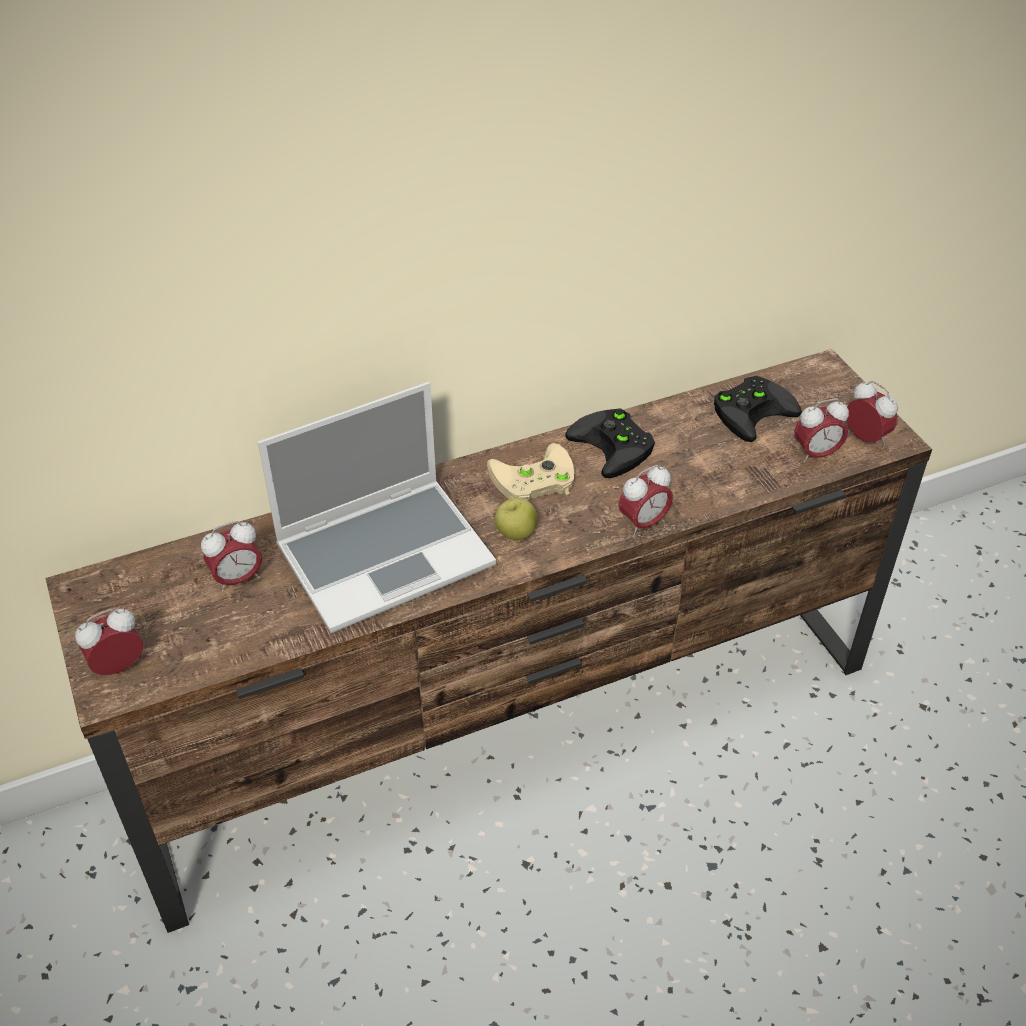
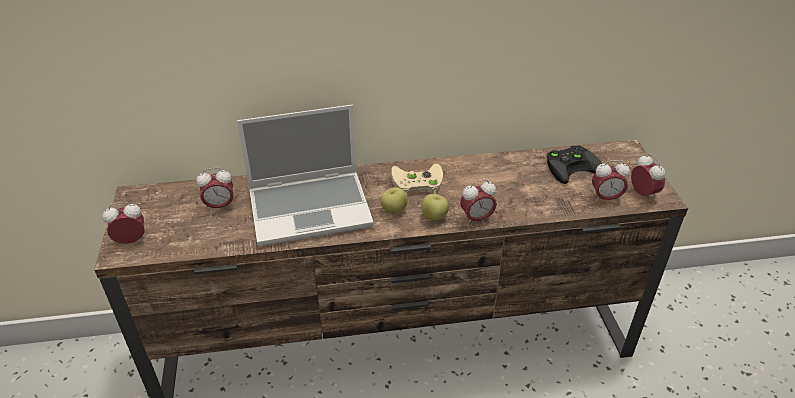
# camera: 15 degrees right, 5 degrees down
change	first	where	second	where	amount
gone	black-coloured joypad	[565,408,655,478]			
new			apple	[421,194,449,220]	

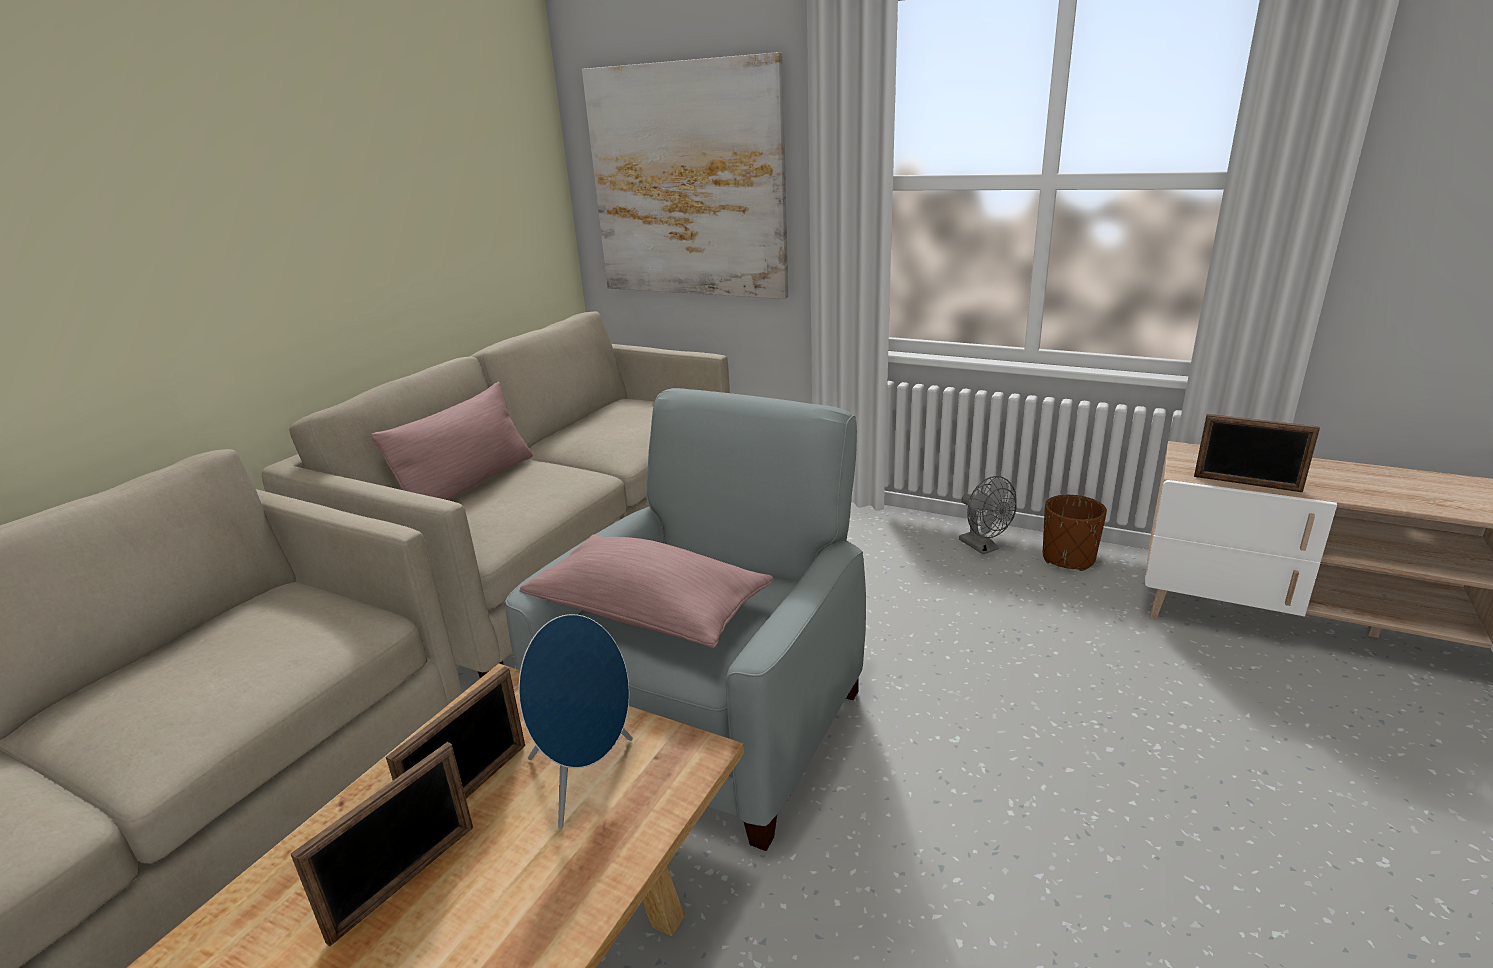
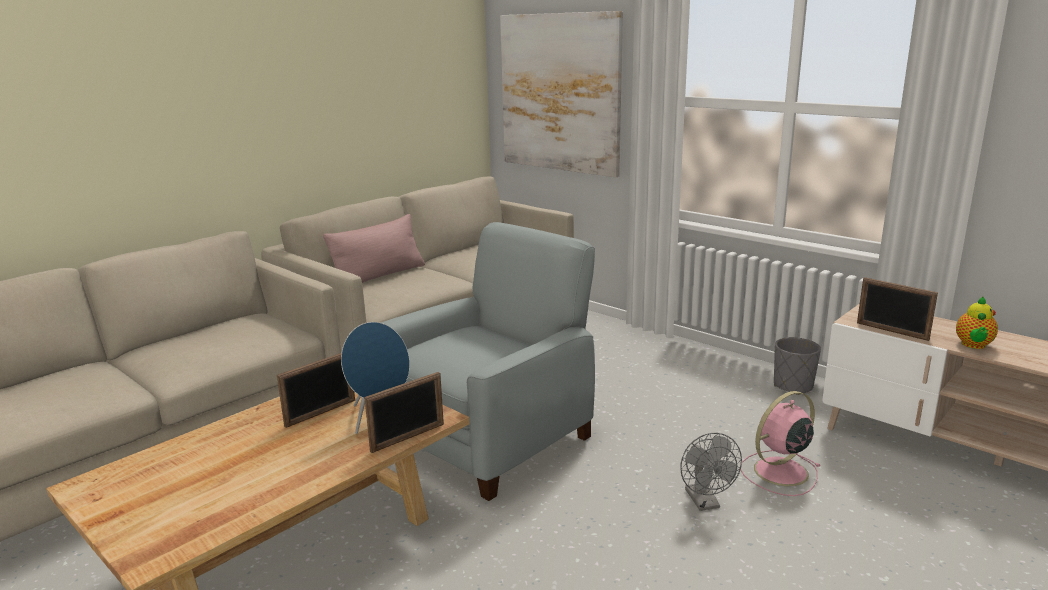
# camera: 15 degrees right, 5 degrees down
change	first	where	second	where	amount
shifted	greyish fan	[959,476,1017,554]		[680,433,742,511]	
repainted	brown-coloured plant pot	[1043,495,1107,571]	greyish plant pot	[774,337,821,395]	
gone	pink pillow	[520,534,773,648]			
shifted	standing frame	[291,742,473,947]		[364,372,444,453]	
new			tea pot	[956,297,998,349]	
new			pink fan	[741,391,821,496]	

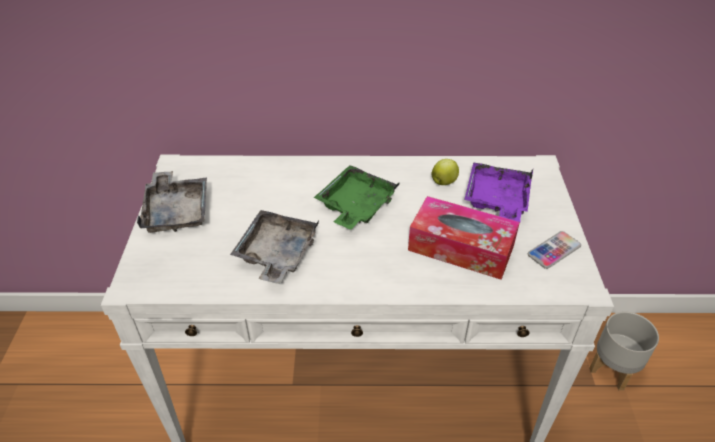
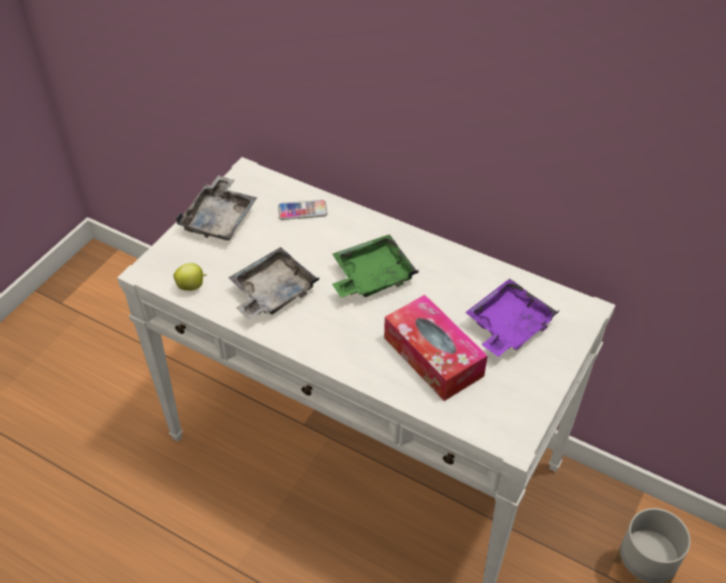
# camera: 30 degrees right, 5 degrees up
change	first	where	second	where	amount
shifted	apple	[432,159,459,185]		[173,263,207,291]	
shifted	telephone	[528,231,581,269]		[278,200,327,220]	

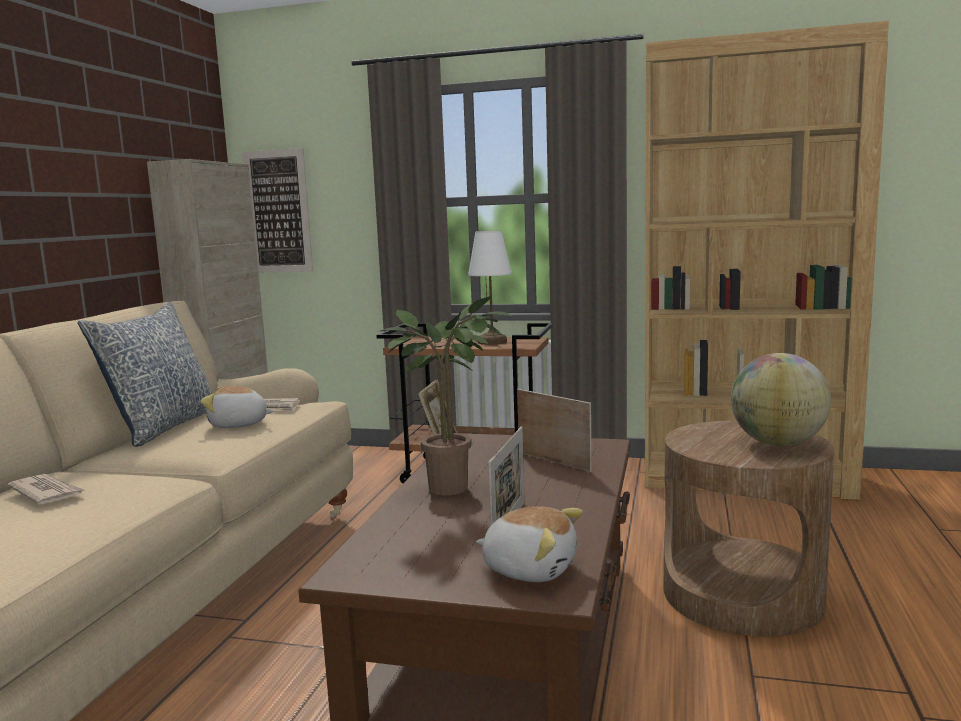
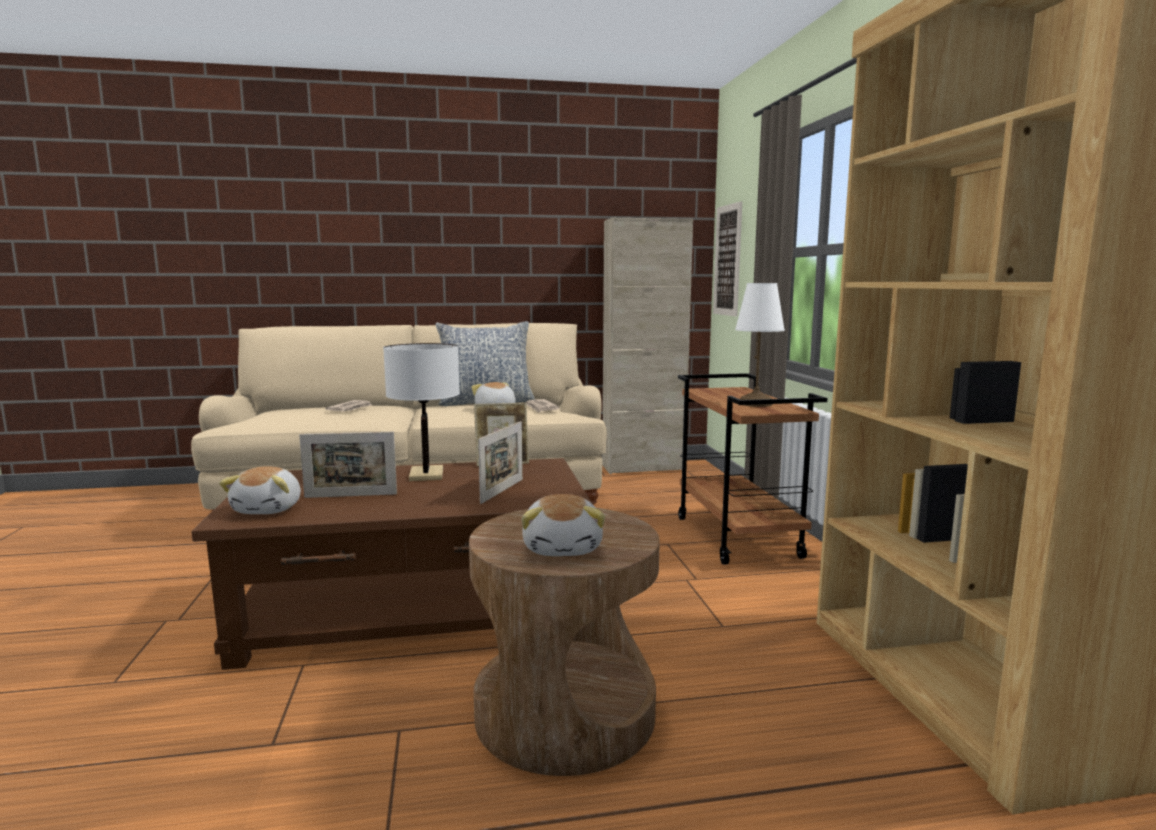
# camera: 65 degrees right, 0 degrees up
change	first	where	second	where	amount
swapped	houseplant	[380,296,512,495]	white tabletop lamp	[383,343,460,481]	
swapped	globe	[731,353,831,446]	cuddly toy	[521,494,605,556]	

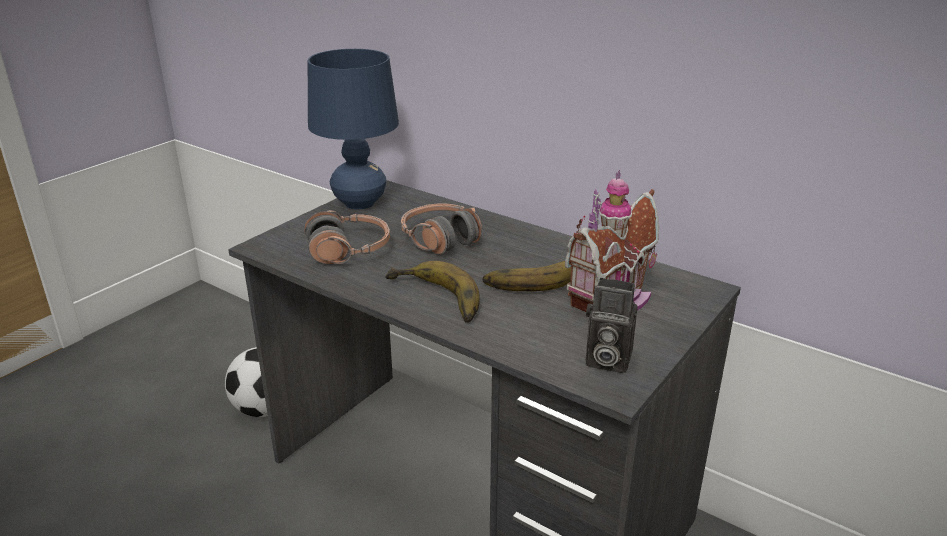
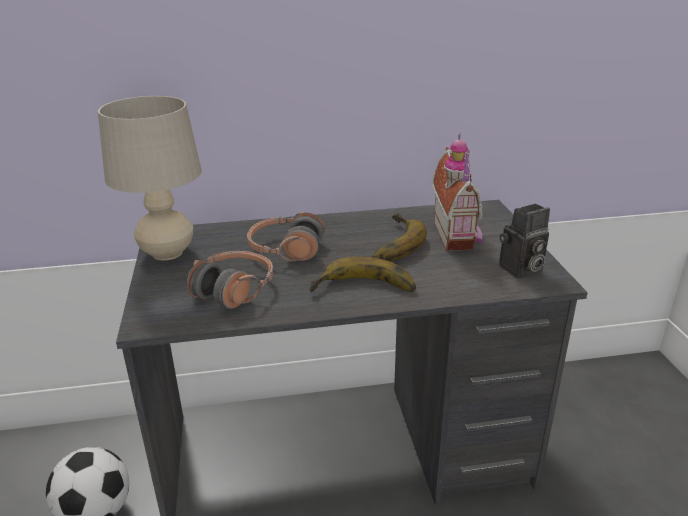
# camera: 45 degrees left, 0 degrees up
change	first	where	second	where	amount
repainted	bluish tabletop lamp	[308,49,399,209]	beige-coloured tabletop lamp	[98,96,202,260]	

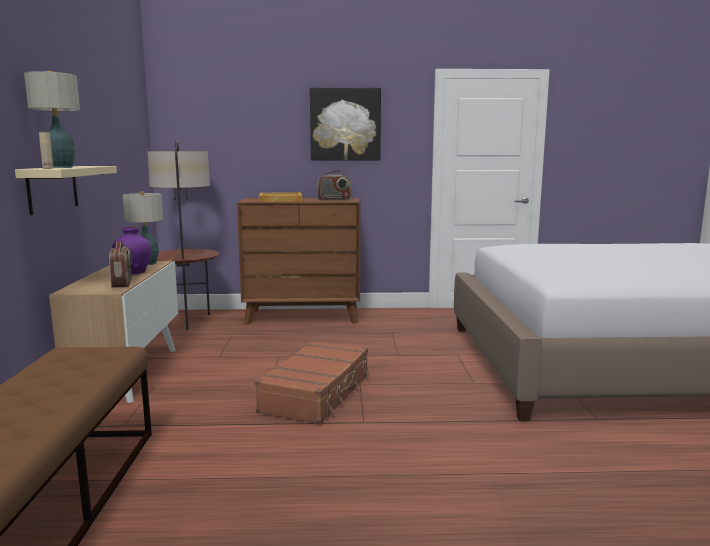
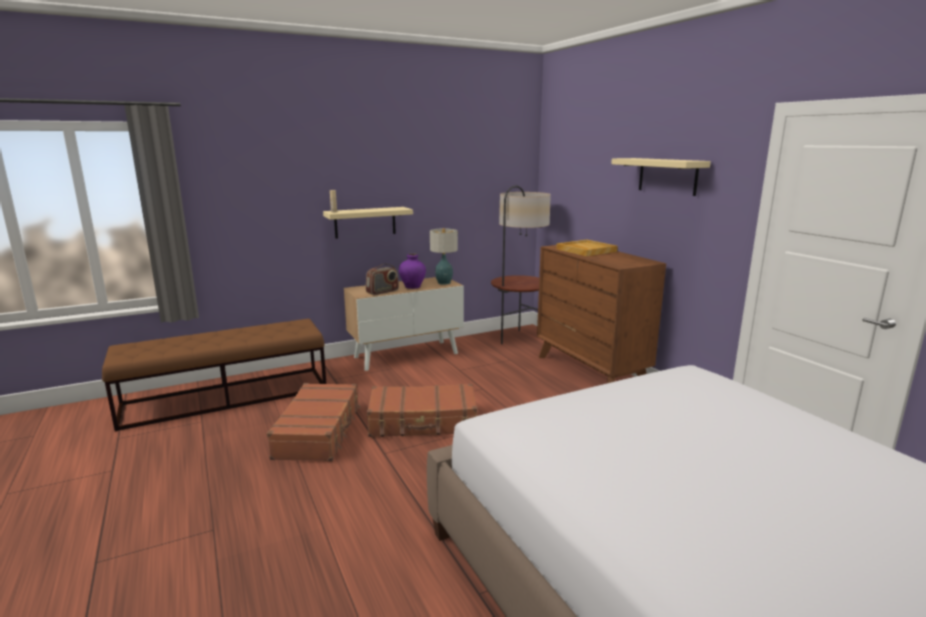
# camera: 65 degrees right, 5 degrees up
change	first	where	second	where	amount
gone	tabletop lamp	[24,71,80,168]			
swapped	wall picture	[310,88,381,161]	beige-coloured shelf	[611,158,711,196]	
gone	radio receiver	[317,170,352,201]			
new			brown-coloured suitcase	[267,383,361,461]	

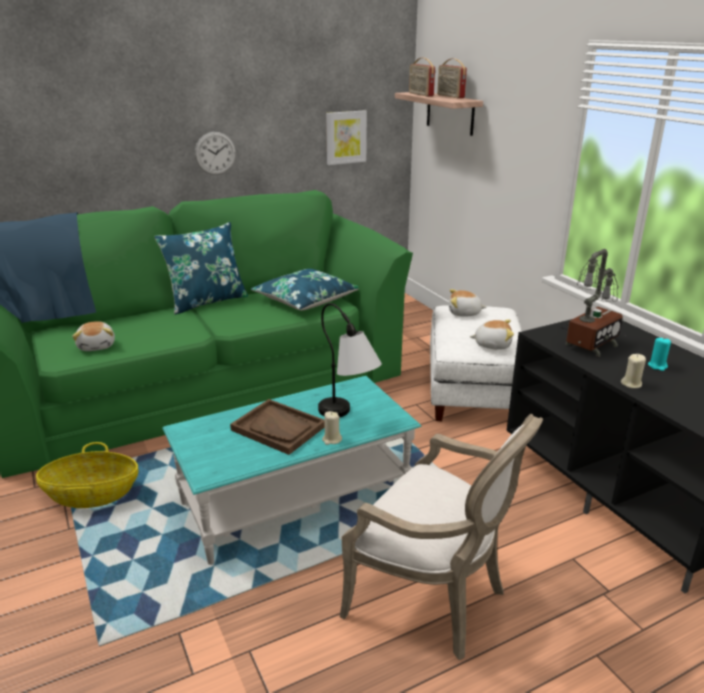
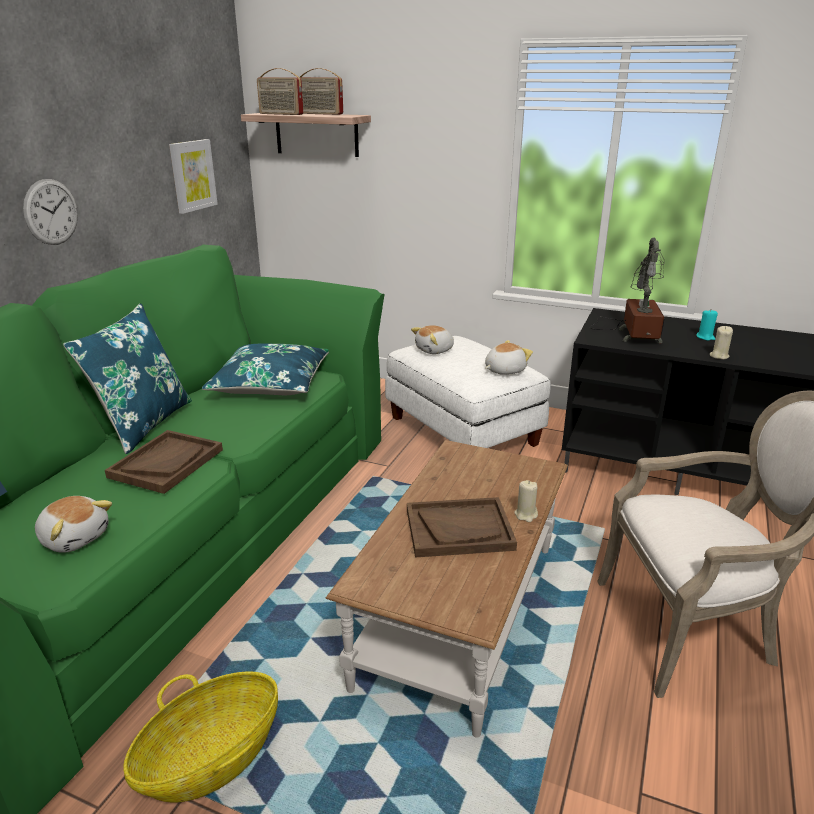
# camera: 40 degrees left, 0 degrees up
change	first	where	second	where	amount
gone	tabletop lamp	[318,303,382,417]			
repainted	turquoise coffee table	[162,376,422,565]	brown-coloured coffee table	[326,440,568,738]	
new			brown-coloured serving tray	[105,430,223,494]	

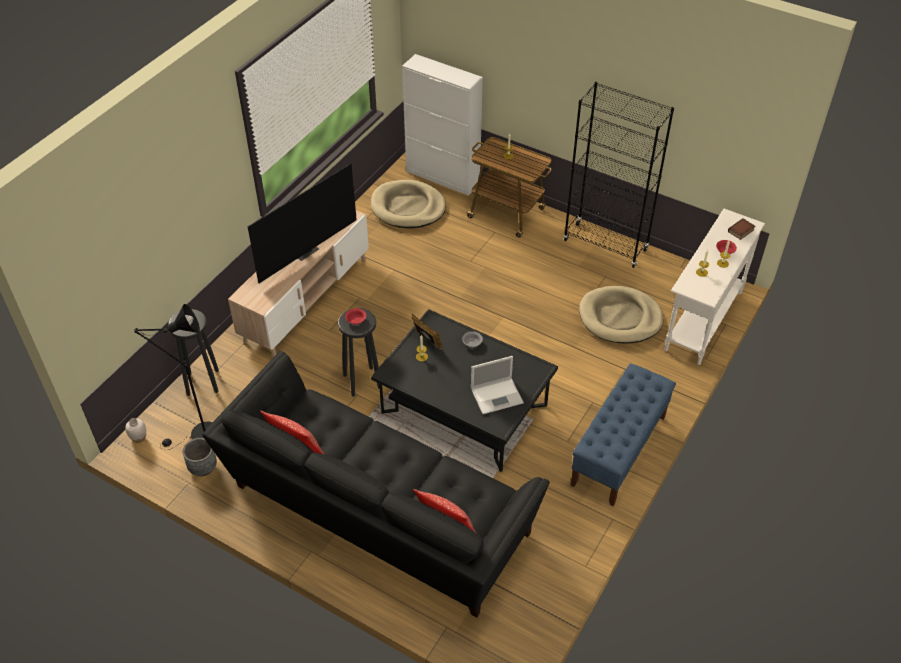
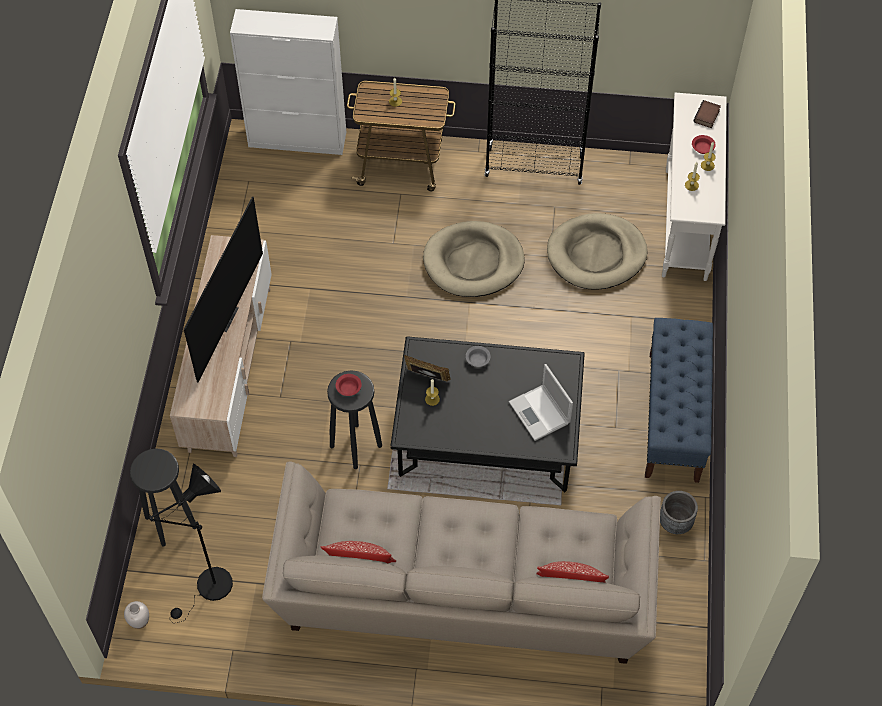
# camera: 25 degrees left, 10 degrees up
change	first	where	second	where	amount
shifted	beige-coloured dog cushion	[371,180,446,228]		[423,221,525,297]	
repainted	black-coloured couch	[202,351,550,618]	beige-coloured couch	[262,461,661,664]	
rotated	laptop	[471,356,524,414]		[509,364,573,441]	105 degrees clockwise
shifted	greyish plant pot	[183,438,217,476]		[660,491,698,534]	

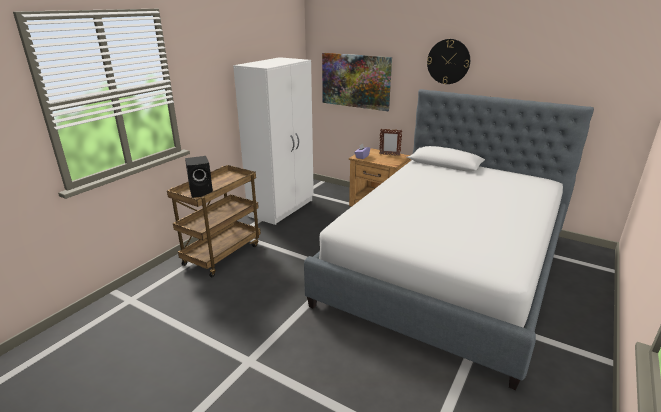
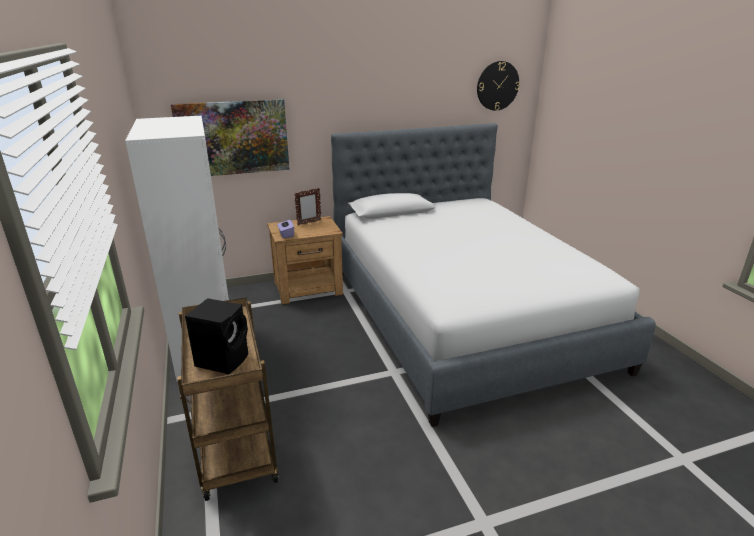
# camera: 50 degrees left, 0 degrees up
change	first	where	second	where	amount
shifted	clock on the wall	[427,39,470,84]		[477,61,520,111]	

